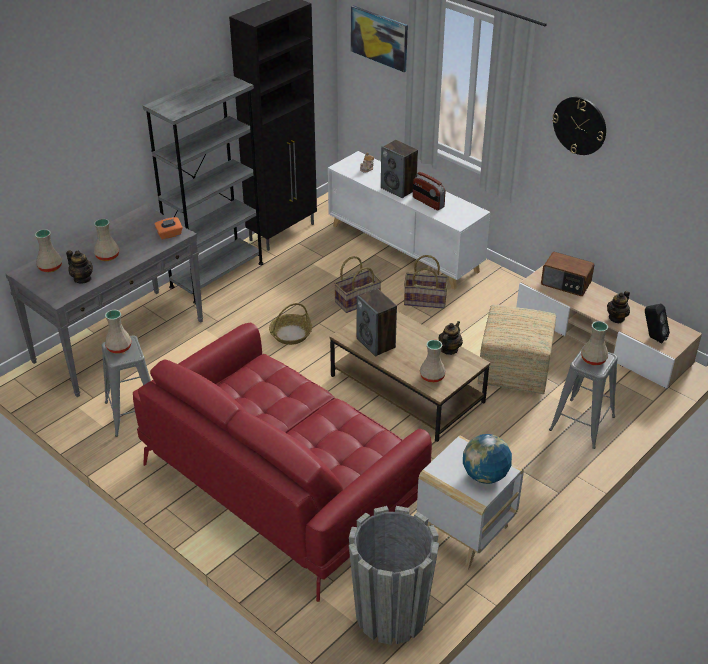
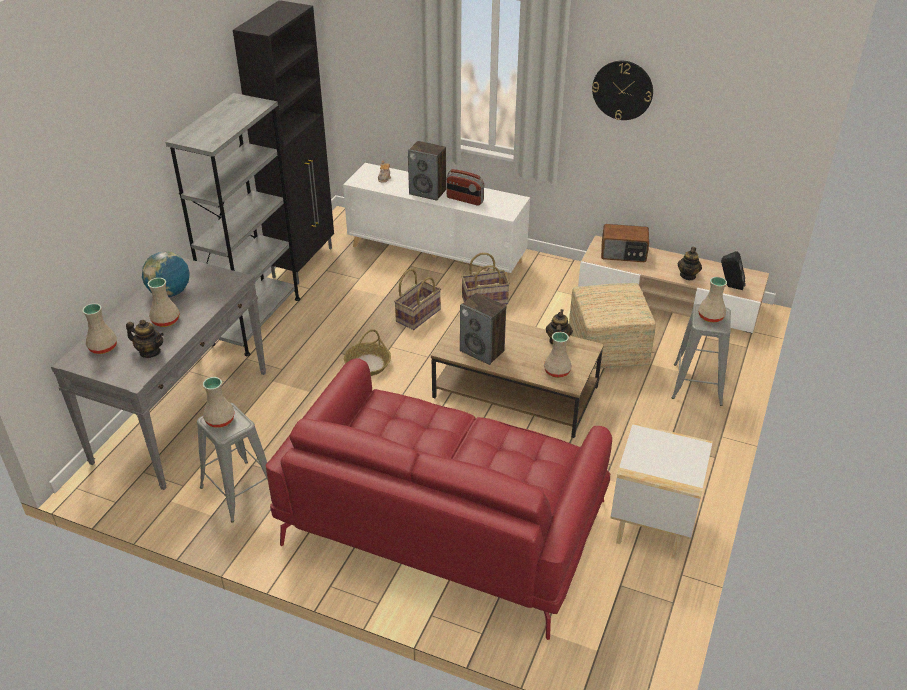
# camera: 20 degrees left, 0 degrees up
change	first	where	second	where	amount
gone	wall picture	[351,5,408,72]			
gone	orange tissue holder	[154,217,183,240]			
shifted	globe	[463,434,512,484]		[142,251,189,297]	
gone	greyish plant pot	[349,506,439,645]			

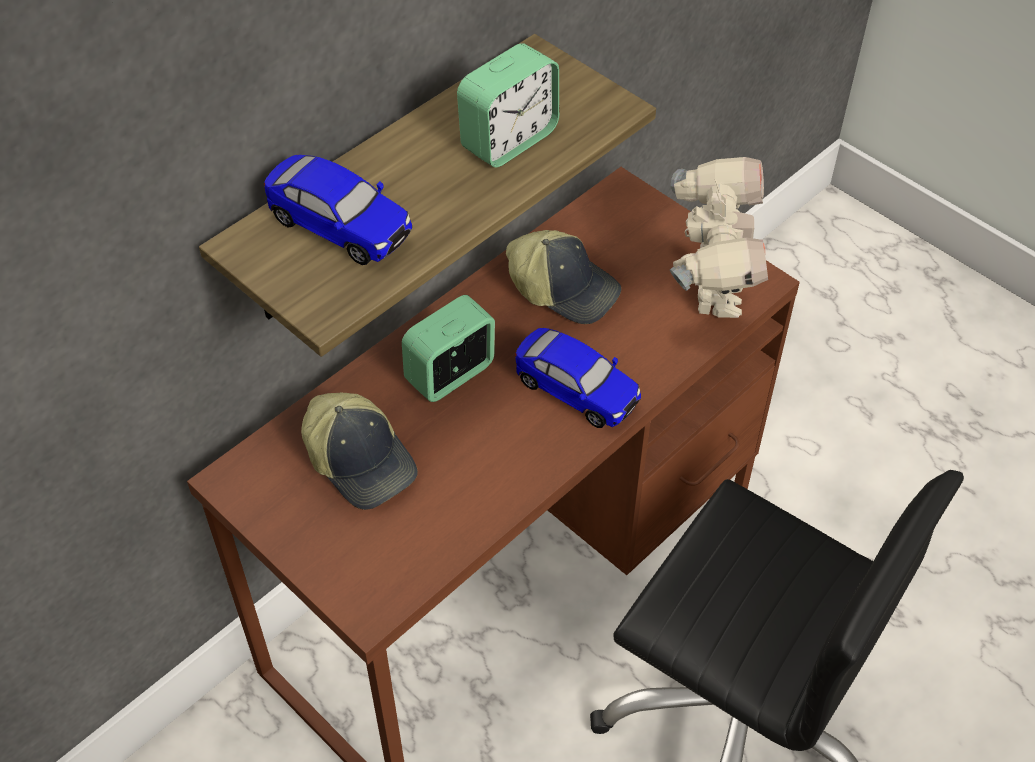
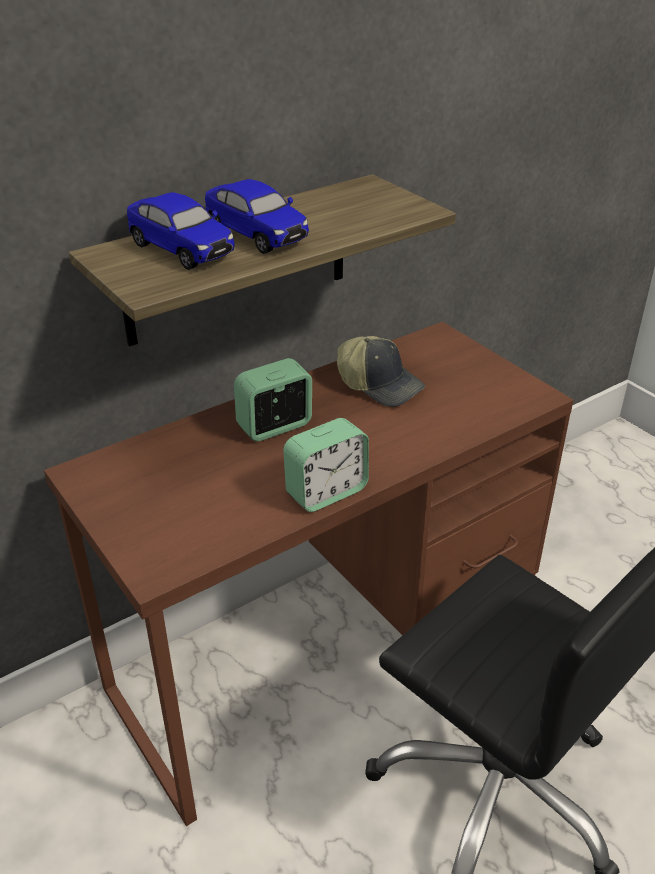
# camera: 10 degrees right, 15 degrees down
change	first	where	second	where	amount
shifted	bedside clock	[457,43,559,167]		[283,418,369,512]	
gone	model robot	[670,157,768,318]			
shifted	miniature car	[515,328,641,428]		[205,179,309,254]	
gone	peaked cap	[301,392,418,510]			

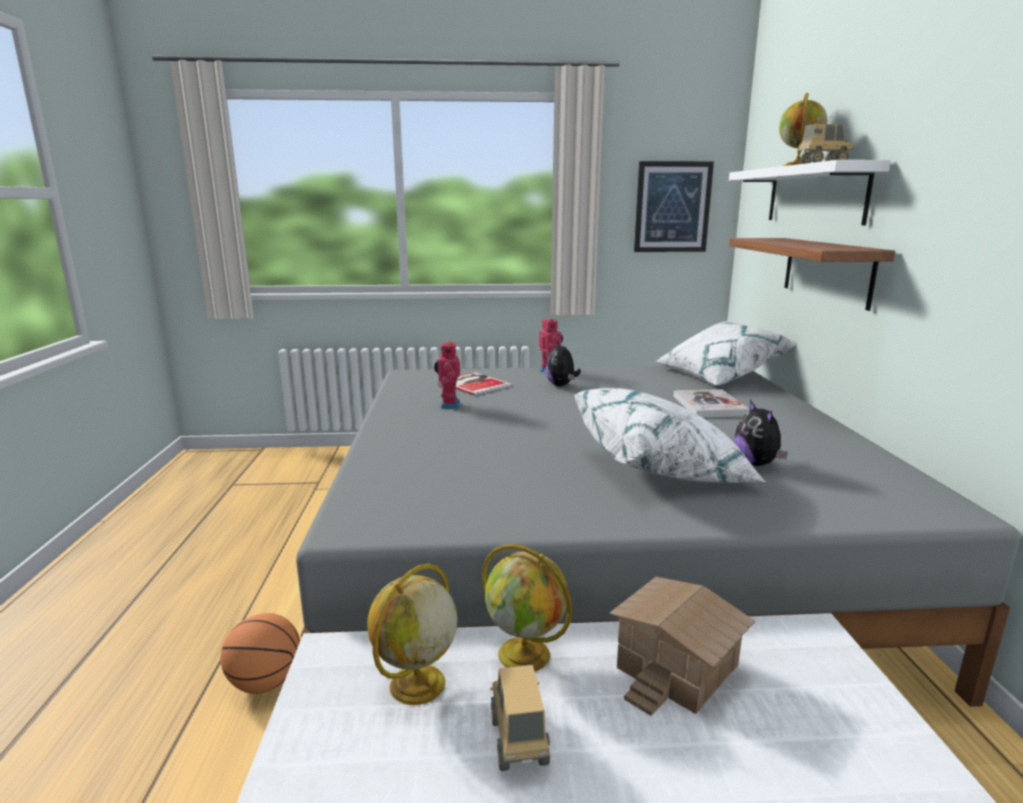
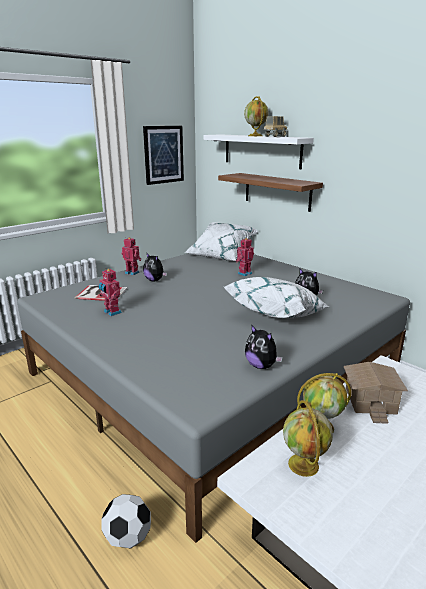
# camera: 40 degrees left, 5 degrees up
change	first	where	second	where	amount
swapped	volume	[674,389,750,417]	model robot	[235,238,254,276]	
swapped	ball for basketball	[221,613,301,694]	football	[101,494,151,548]	
gone	toy lorry	[490,665,550,771]			
new			cuddly toy	[245,324,283,369]	

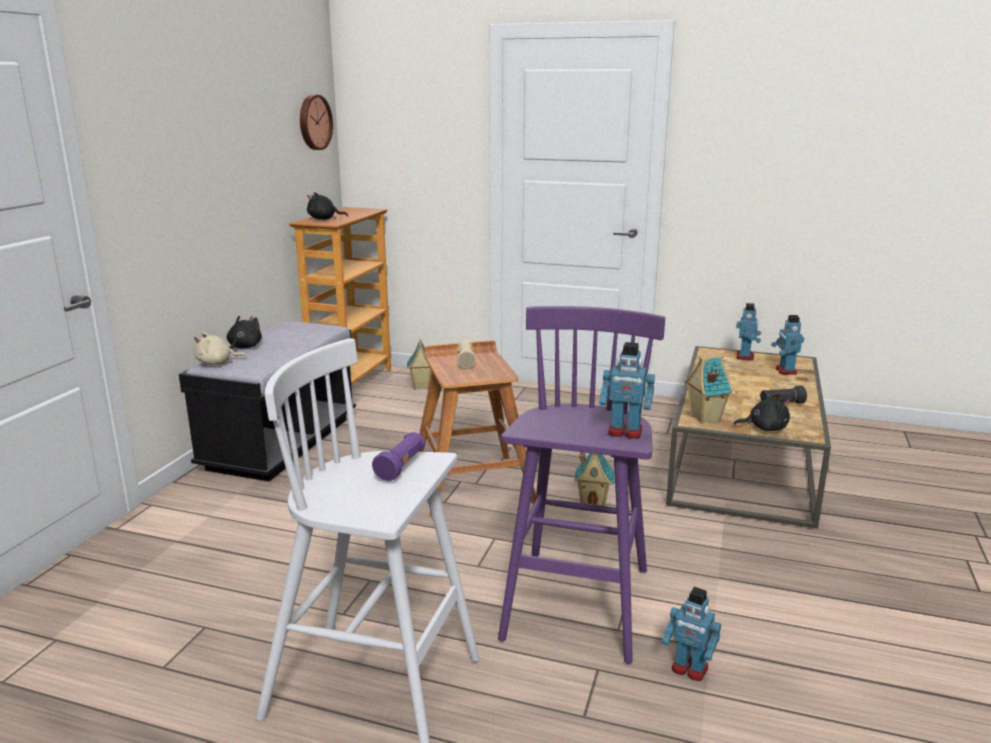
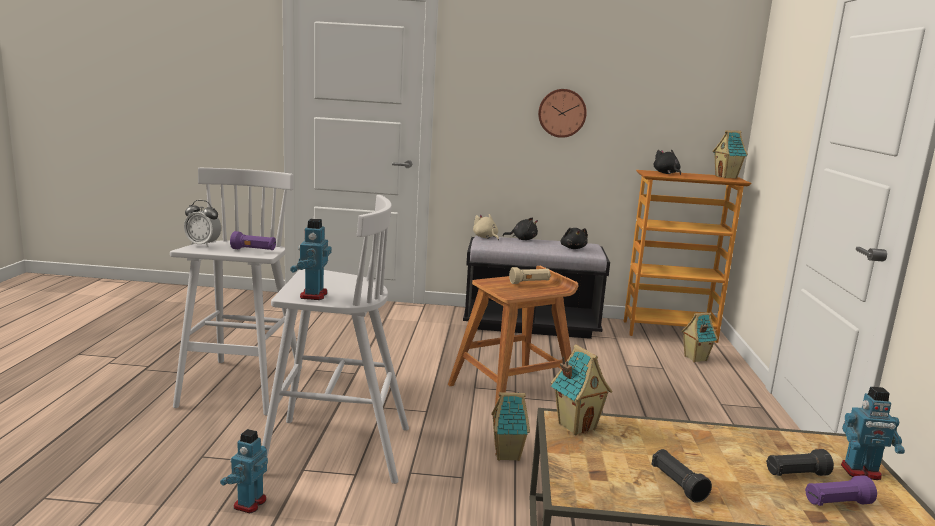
# camera: 75 degrees right, 5 degrees down
change	first	where	second	where	amount
shifted	clock on the wall	[300,95,333,150]		[538,89,587,138]	
repainted	purplish sitting stool	[498,306,665,664]	white sitting stool	[262,195,409,484]	
swapped	model robot	[771,315,804,375]	purplish hand torch	[805,475,877,506]	
shifted	black-coloured cuddly toy	[733,394,790,431]		[561,228,588,249]	
new			toy house	[712,130,748,179]	
new			bedside clock	[184,200,221,247]	
new			black-coloured hand torch	[766,449,834,476]	

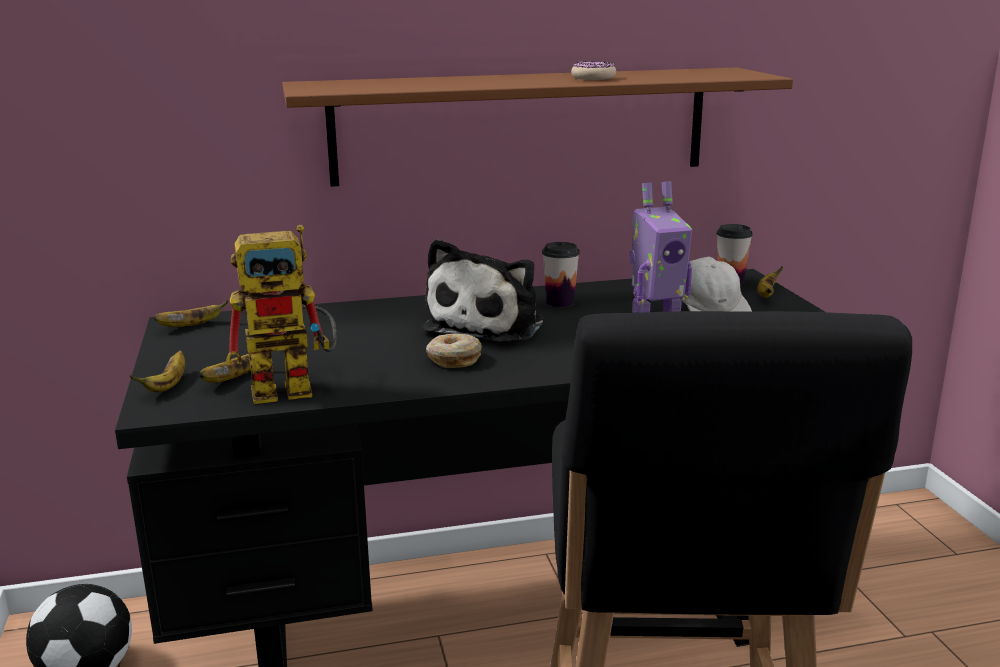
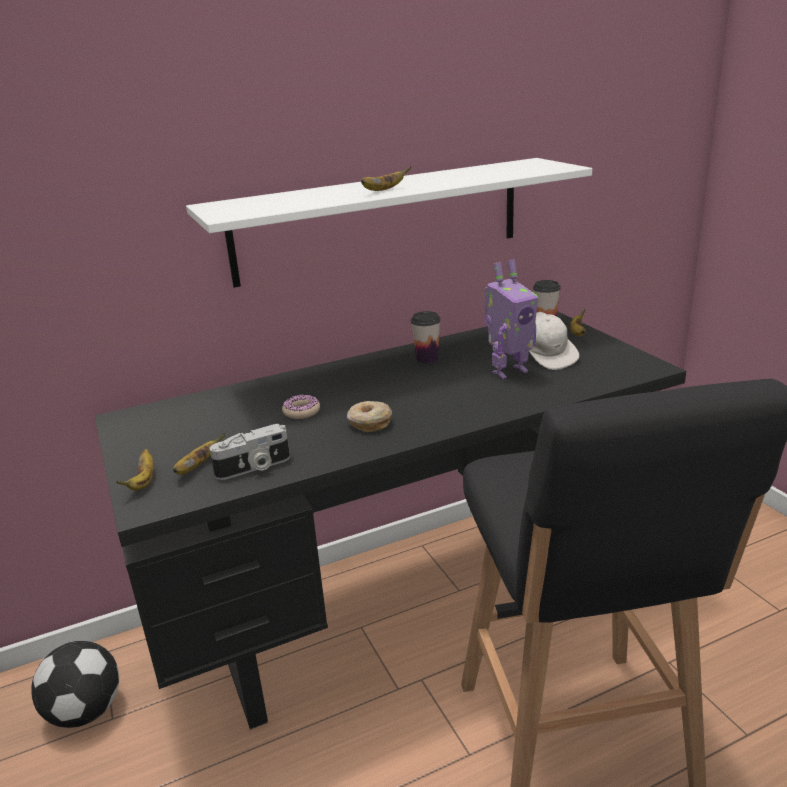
# camera: 10 degrees left, 5 degrees up
change	first	where	second	where	amount
shifted	doughnut	[571,61,616,80]		[282,395,320,419]	
repainted	brown-coloured shelf	[282,67,793,187]	white shelf	[186,158,592,288]	
swapped	model robot	[226,225,337,404]	photo camera	[209,424,290,480]	
gone	cuddly toy	[423,239,543,343]			
shifted	banana	[154,300,228,327]		[361,166,411,191]	

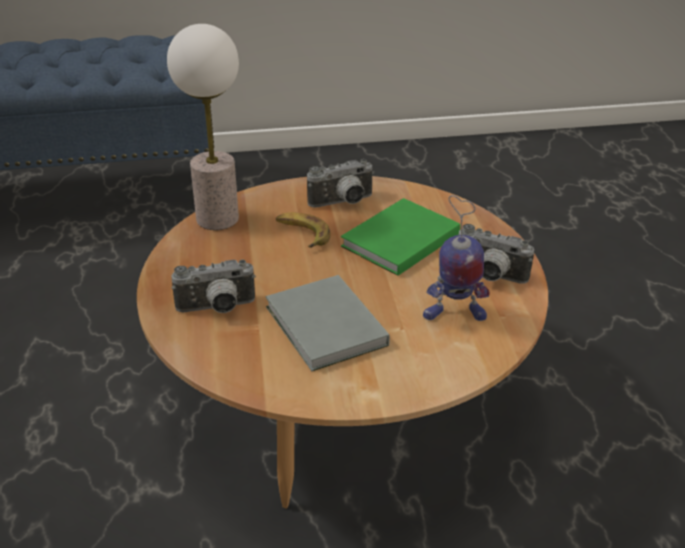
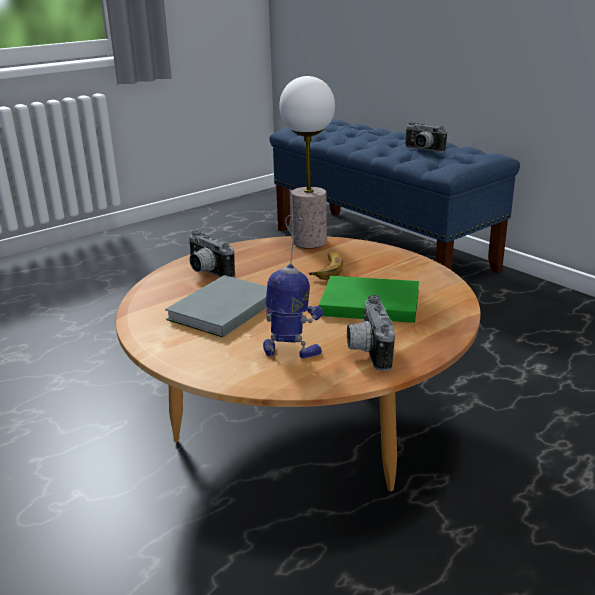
# camera: 60 degrees right, 10 degrees down
change	first	where	second	where	amount
shifted	photo camera	[307,159,374,207]		[405,121,447,152]	
rotated	model robot	[423,195,490,321]		[263,215,324,359]	135 degrees clockwise

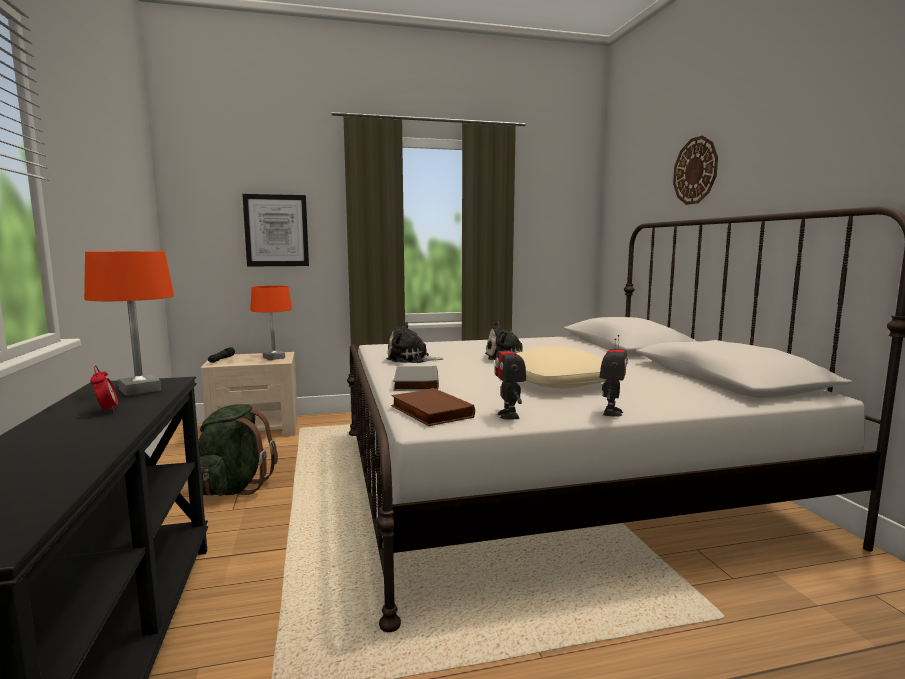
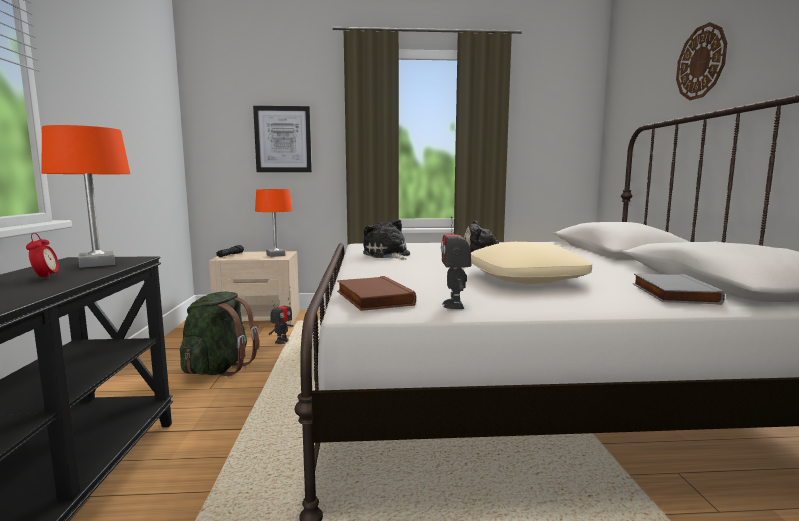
# camera: 10 degrees right, 0 degrees up
change	first	where	second	where	amount
rotated	cuddly toy	[387,322,444,363]		[363,219,410,260]	45 degrees clockwise
shifted	model robot	[600,335,628,417]		[269,298,293,344]	
shifted	greyish volume	[393,366,439,391]		[633,274,725,305]	

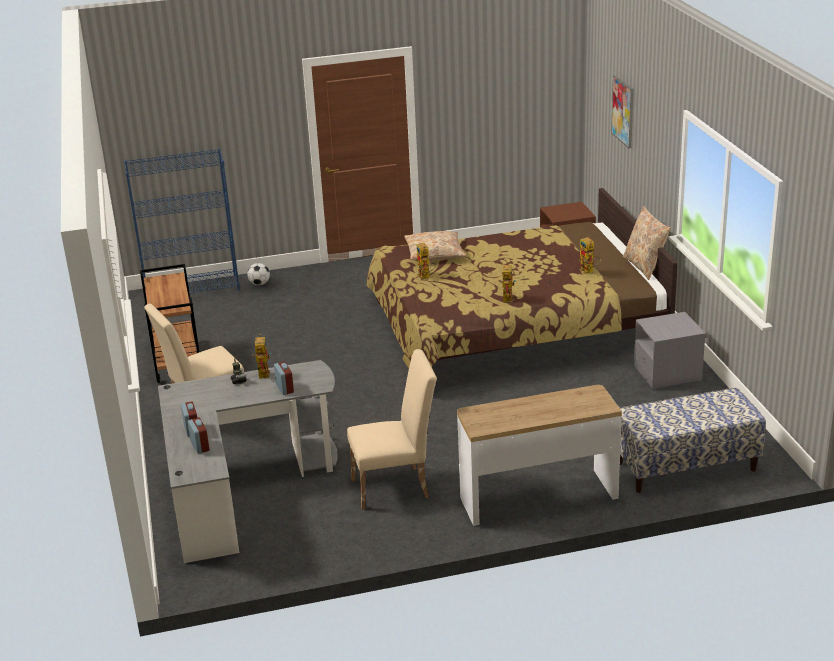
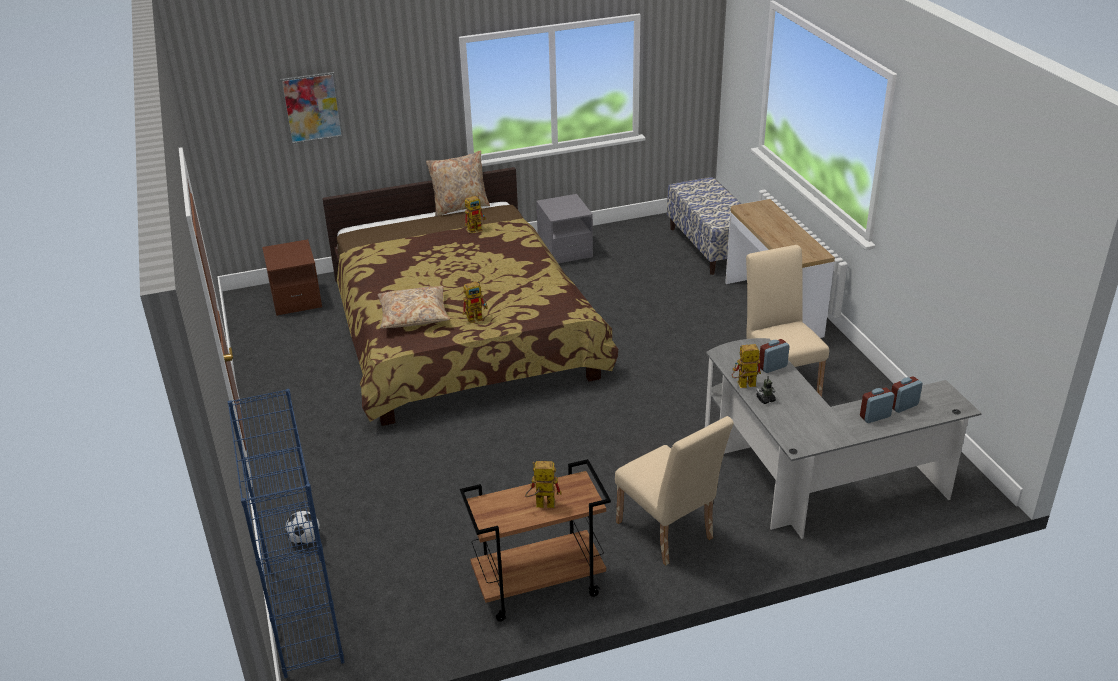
# camera: 95 degrees left, 5 degrees up
change	first	where	second	where	amount
shifted	model robot	[499,262,516,302]		[525,461,562,508]	

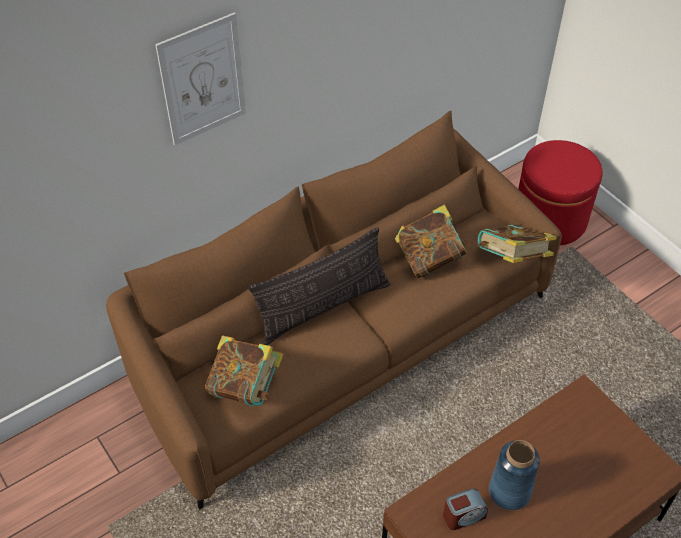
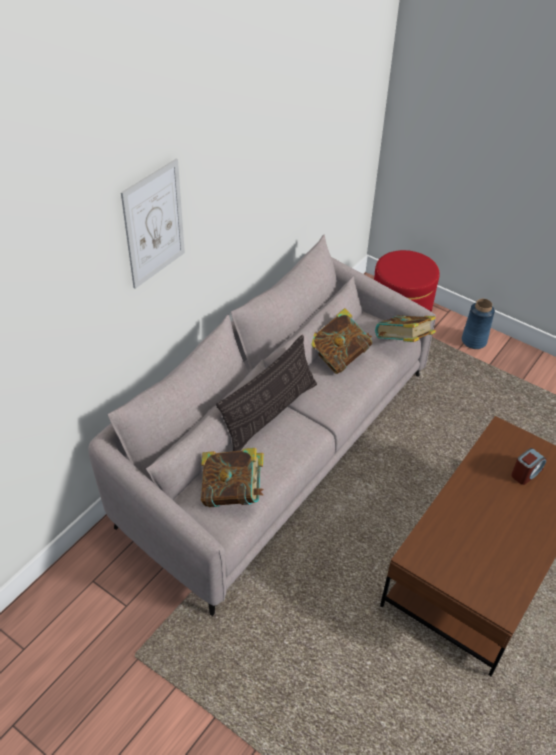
# camera: 20 degrees left, 5 degrees down
change	first	where	second	where	amount
repainted	brown-coloured couch	[106,110,562,509]	greyish couch	[88,234,436,616]	
shifted	bluish vase	[489,440,540,510]		[462,299,495,349]	
shifted	bedside clock	[443,489,488,530]		[511,448,546,485]	

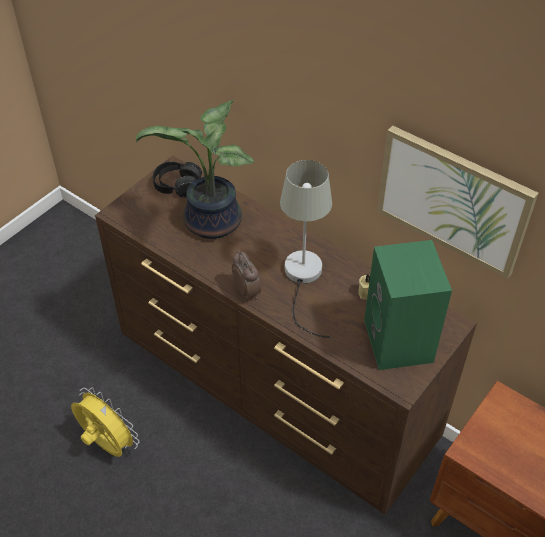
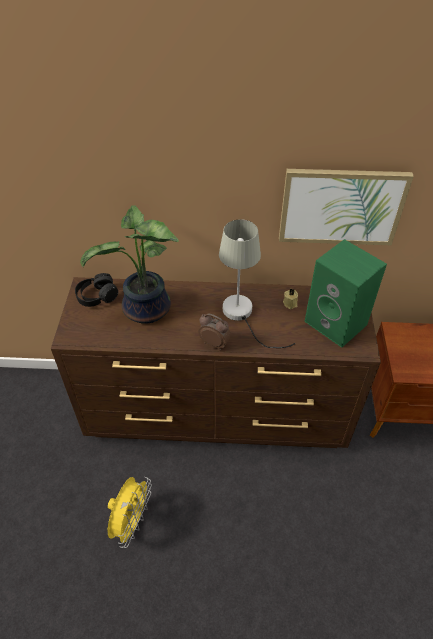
# camera: 35 degrees left, 0 degrees up
change	first	where	second	where	amount
rotated	yellow-coloured fan	[71,387,139,457]		[108,477,152,548]	105 degrees clockwise

